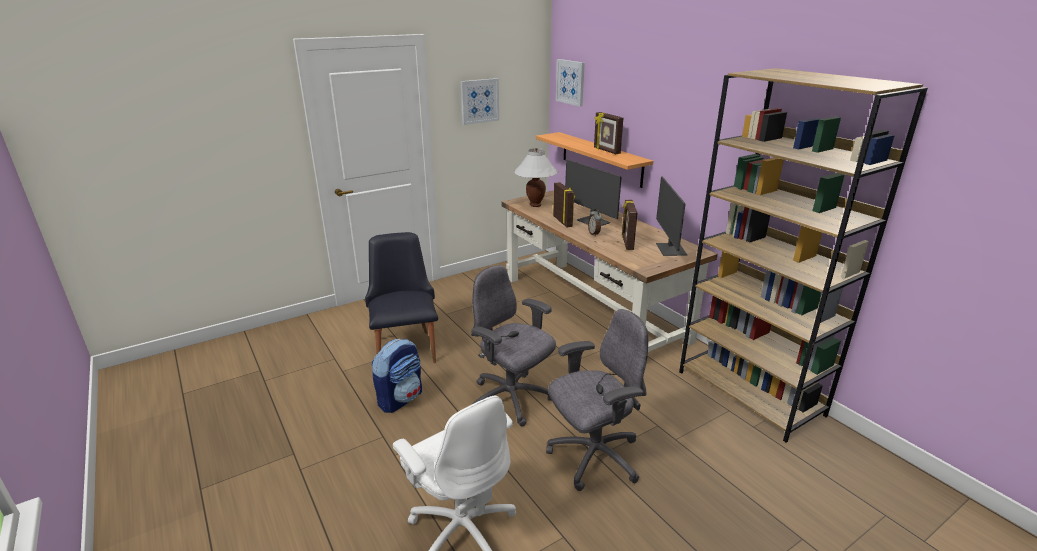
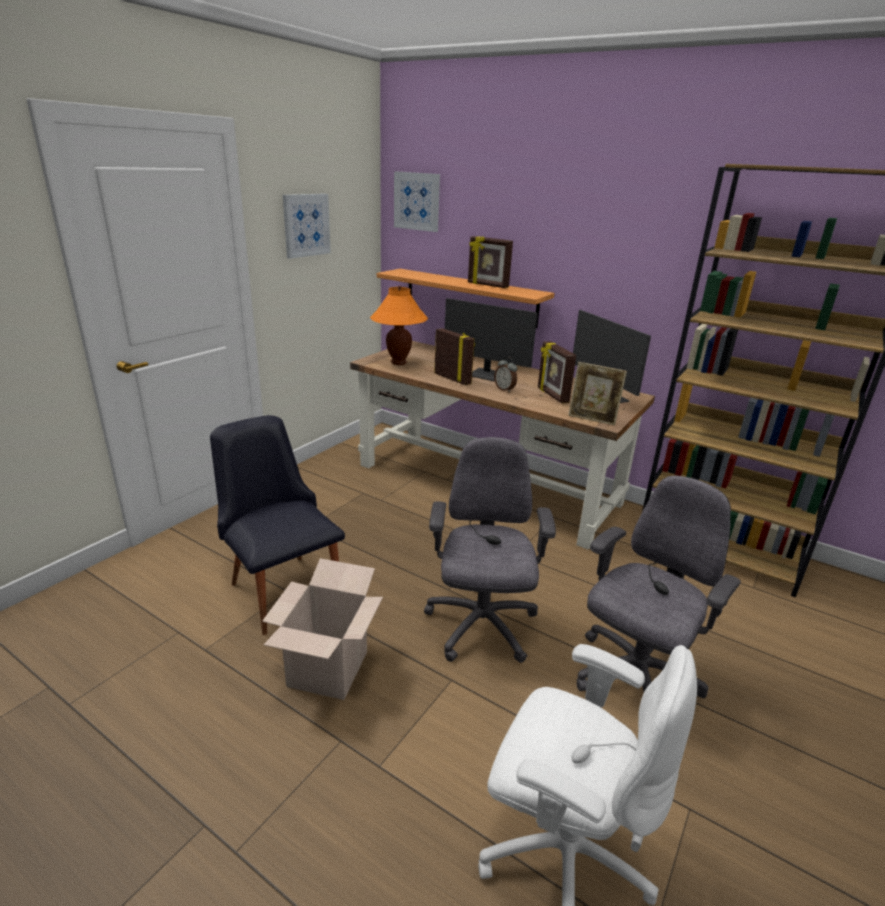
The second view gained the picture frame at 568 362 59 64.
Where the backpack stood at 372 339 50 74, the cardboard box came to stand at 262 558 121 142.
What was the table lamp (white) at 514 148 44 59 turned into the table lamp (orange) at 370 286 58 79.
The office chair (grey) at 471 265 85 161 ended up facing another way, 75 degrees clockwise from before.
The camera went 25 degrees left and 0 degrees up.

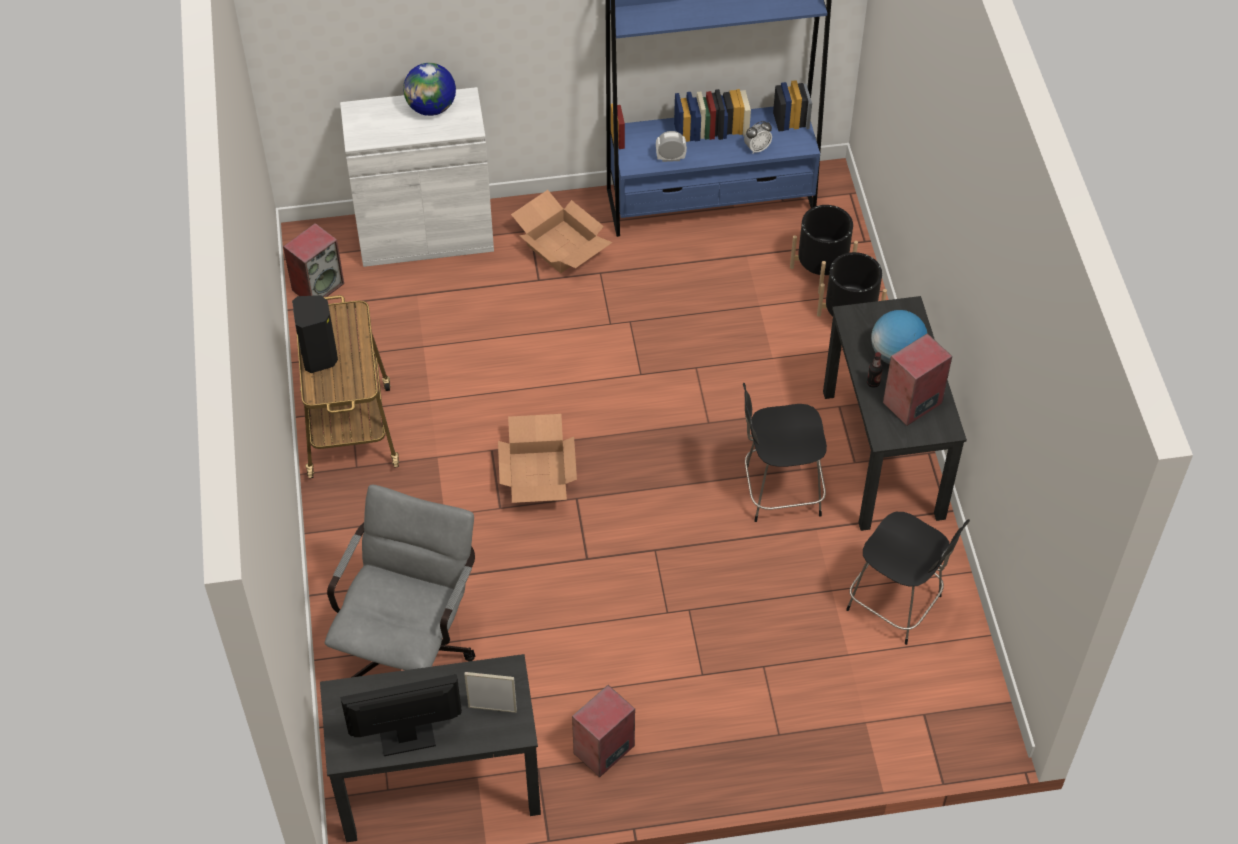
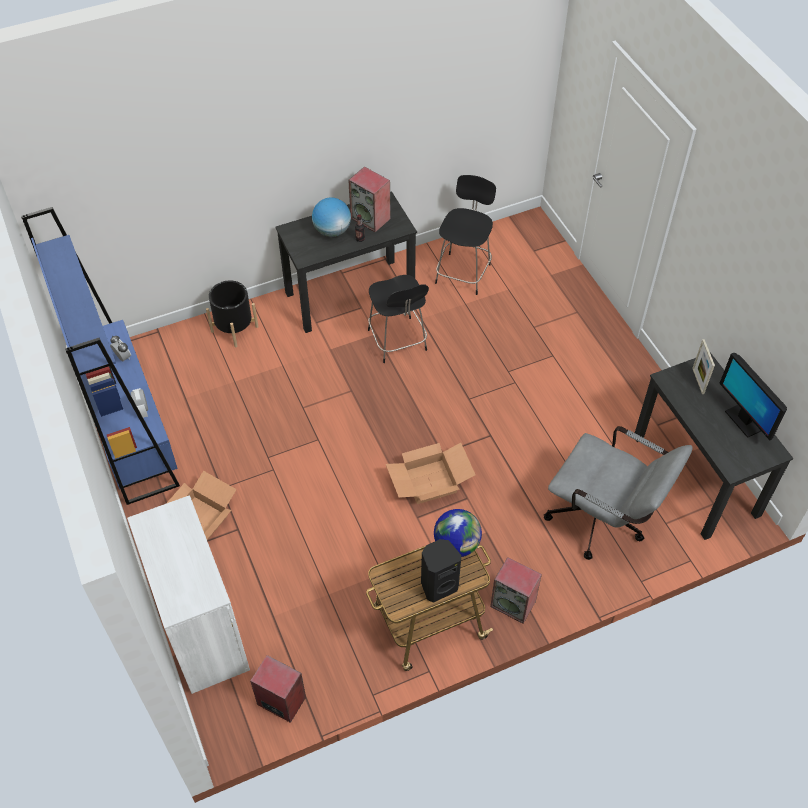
The second view lost the planter (black) at 790 205 68 89.
The globe ended up elsewhere, having gone from 403 63 53 53 to 434 509 48 48.
The speaker ended up elsewhere, having gone from 572 685 63 92 to 490 557 52 67.
The office chair (grey) at 325 485 151 192 ended up facing another way, 150 degrees counterclockwise from before.
The camera went 105 degrees left and 0 degrees up.

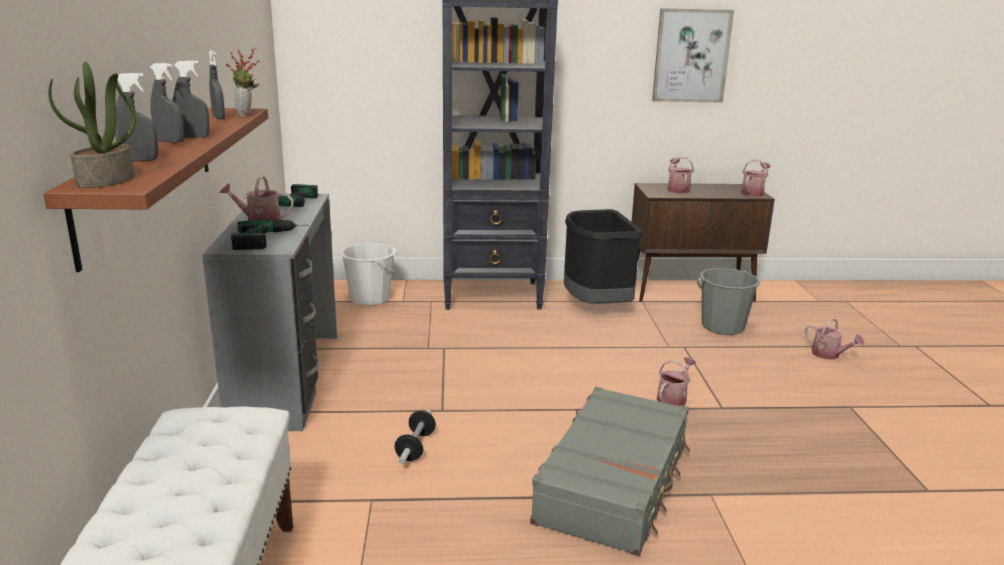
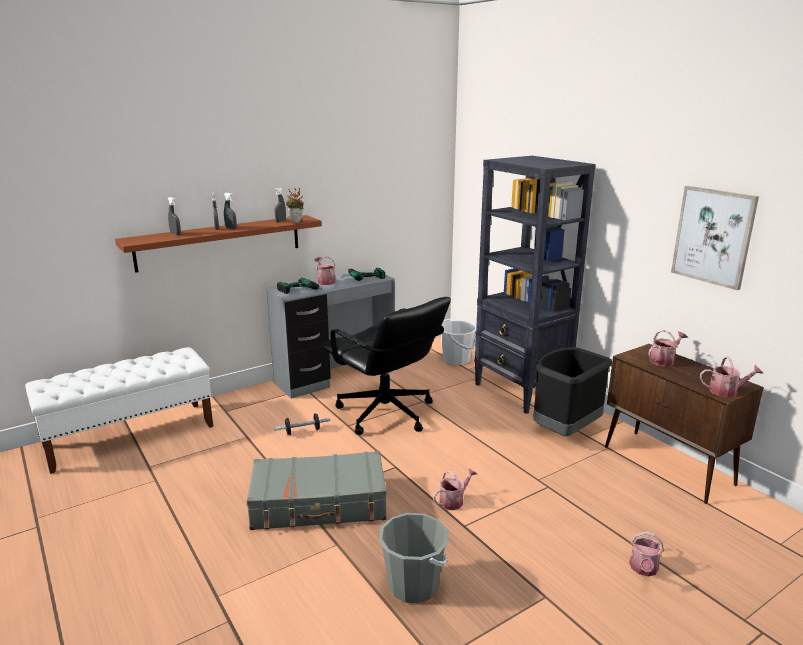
The second view lost the potted plant at 48 62 88 126.
The second view gained the office chair (black) at 321 297 130 138.
The bucket (grey) ended up elsewhere, having gone from 697 268 63 67 to 379 513 69 90.
The watering can at 657 357 39 49 ended up facing another way, 45 degrees counterclockwise from before.
The camera went 60 degrees right and 0 degrees up.

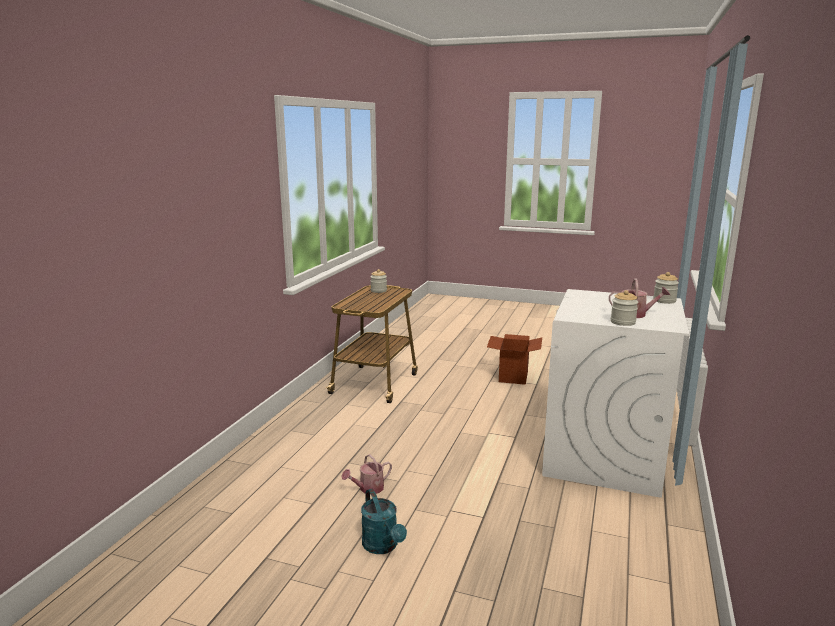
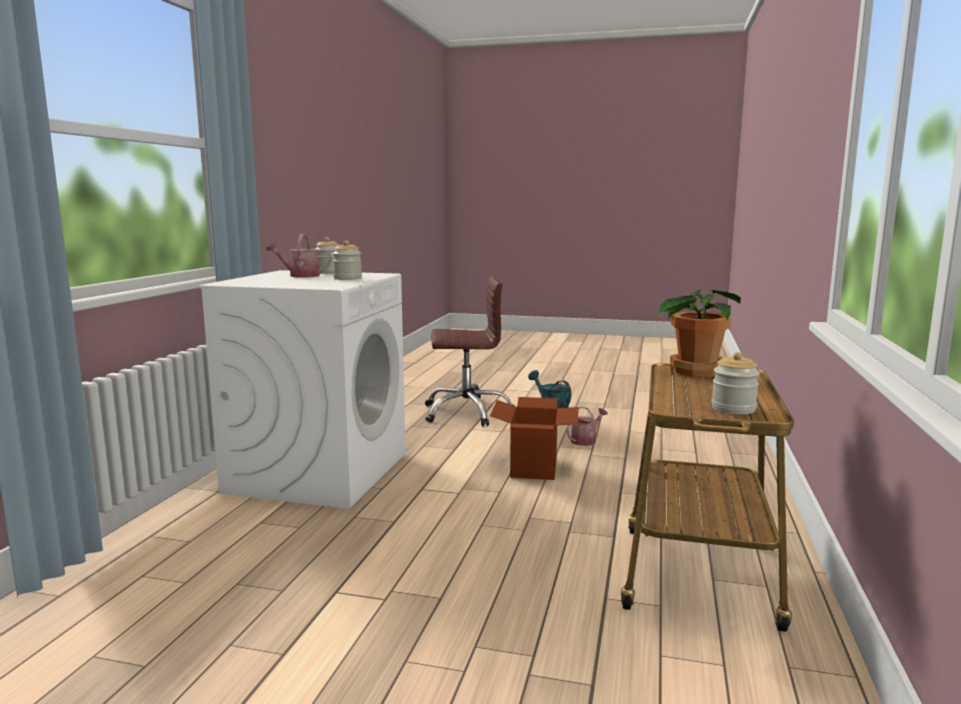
The second view gained the office chair (brown) at 425 275 90 151.
The second view gained the potted plant at 657 289 84 88.
The cardboard box ended up elsewhere, having gone from 487 334 55 51 to 490 397 89 83.
The jar ended up elsewhere, having gone from 653 272 26 32 to 333 240 29 40.
The camera went 175 degrees right and 5 degrees down.

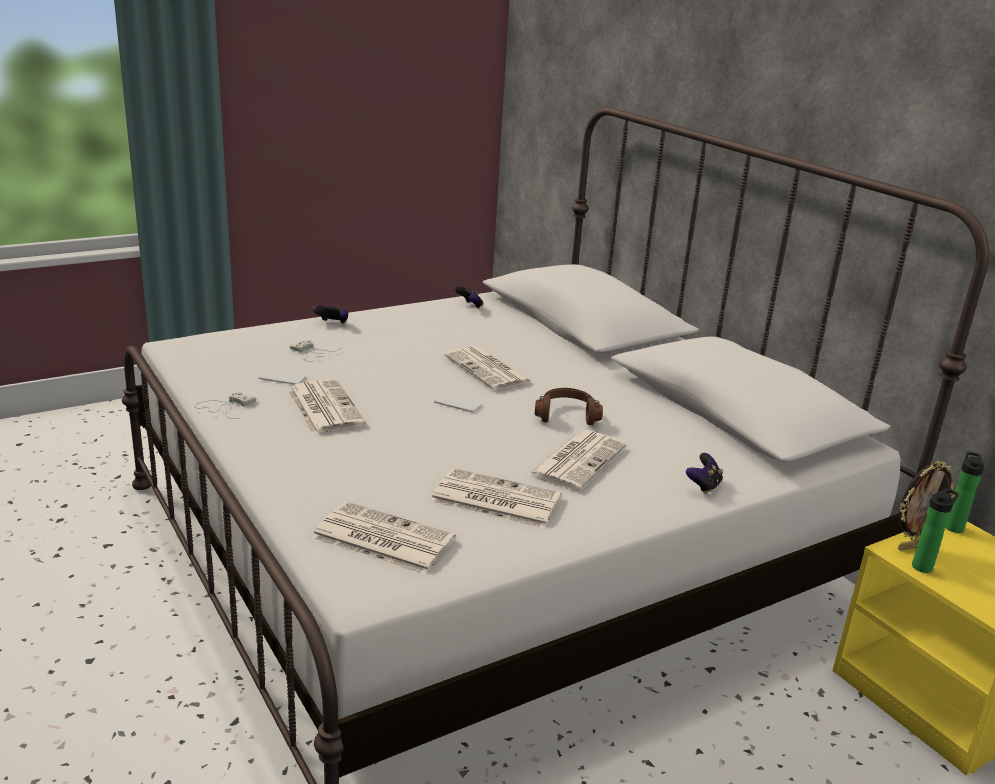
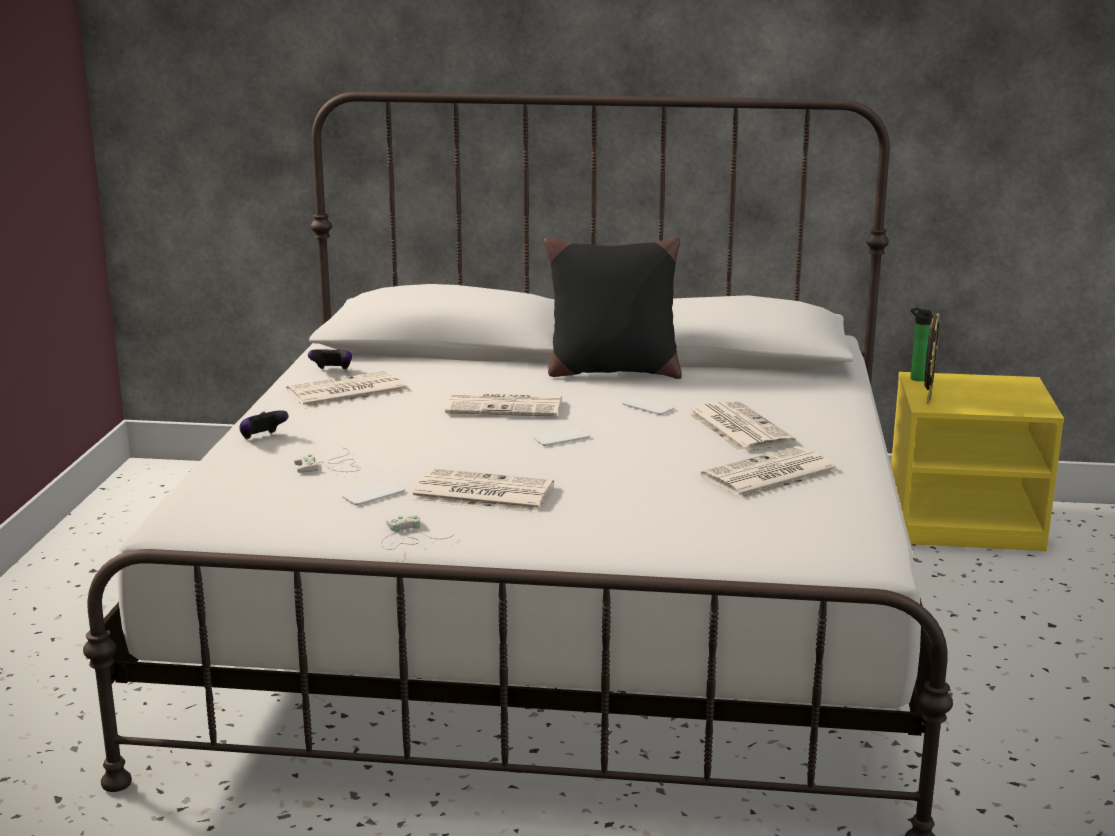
The second view lost the game controller at 686 453 37 41.
The second view lost the bottle at 912 488 47 85.
The second view gained the pillow (black) at 543 237 139 142.
The newspaper ended up elsewhere, having gone from 311 501 145 74 to 286 370 122 38.
Where the headphones (brown) stood at 535 388 68 37, the phone came to stand at 622 397 52 18.
The camera went 50 degrees left and 5 degrees down.

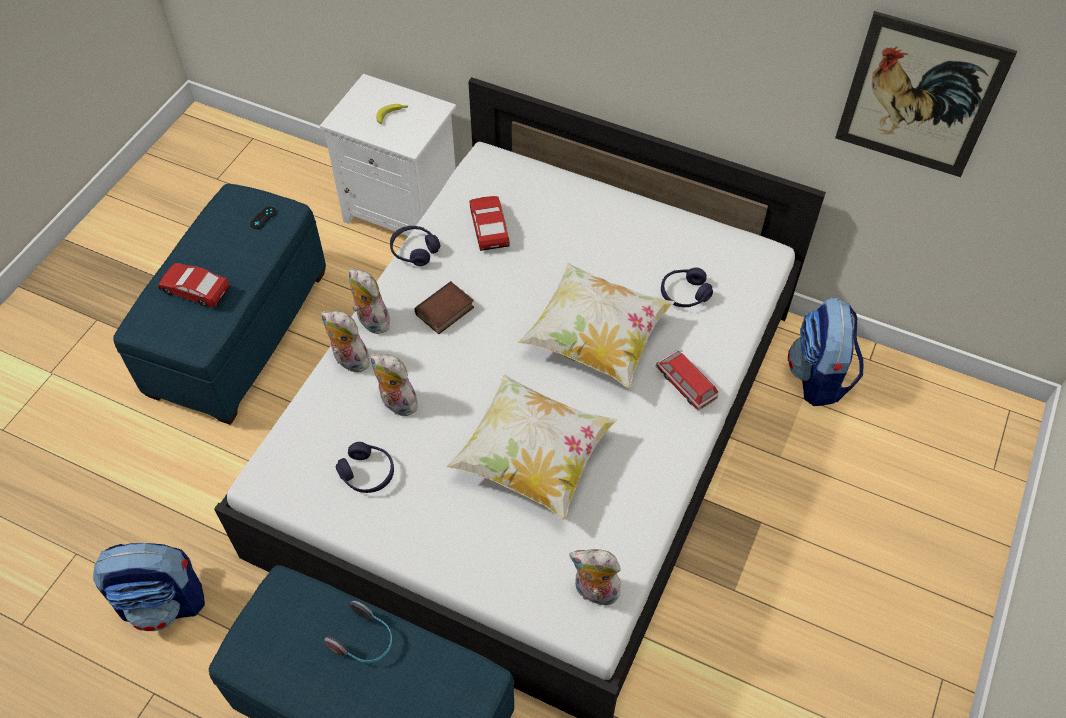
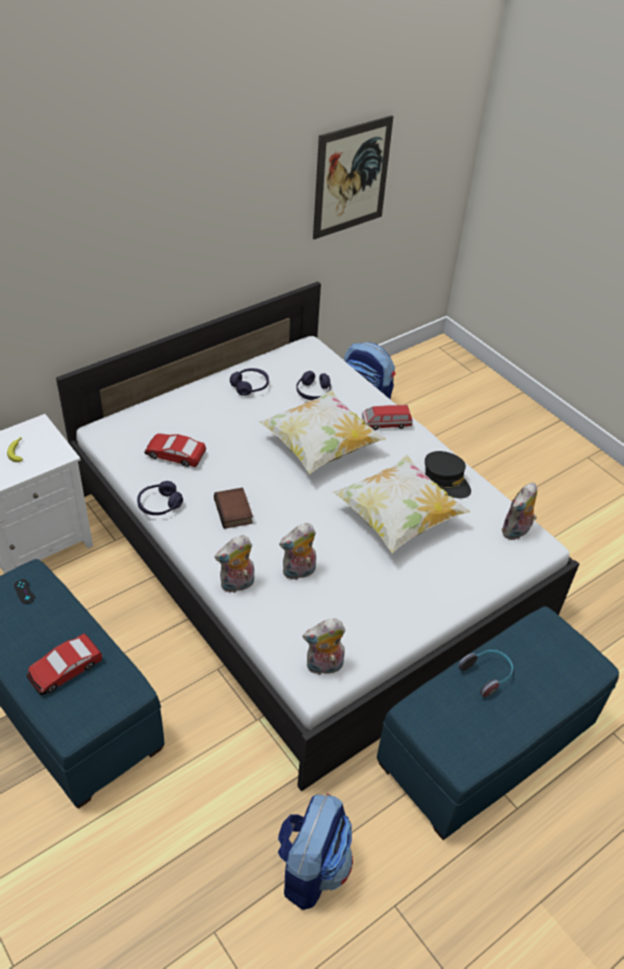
The second view gained the cap (black) at 425 451 46 47.
The headphones (purple) ended up elsewhere, having gone from 336 442 58 51 to 230 368 39 28.
The plush toy ended up elsewhere, having gone from 349 268 41 66 to 303 619 42 56.
The camera went 65 degrees left and 10 degrees down.

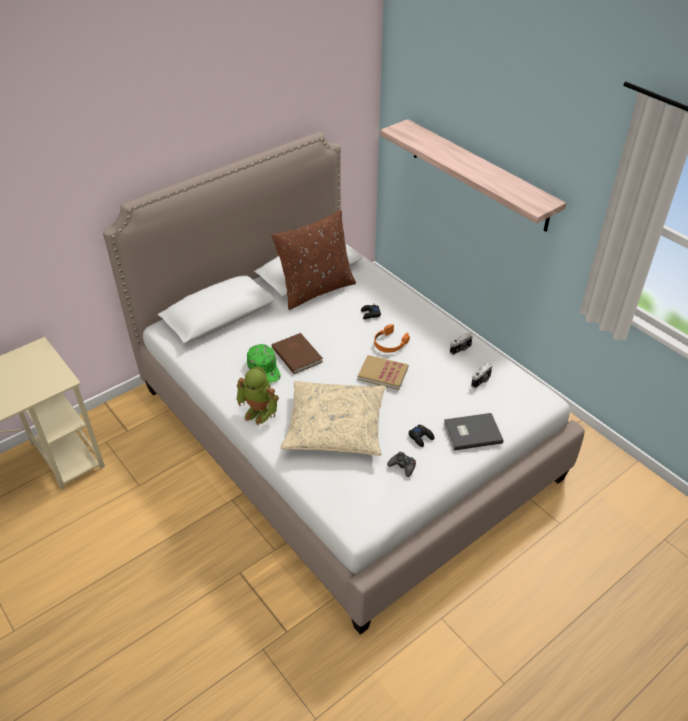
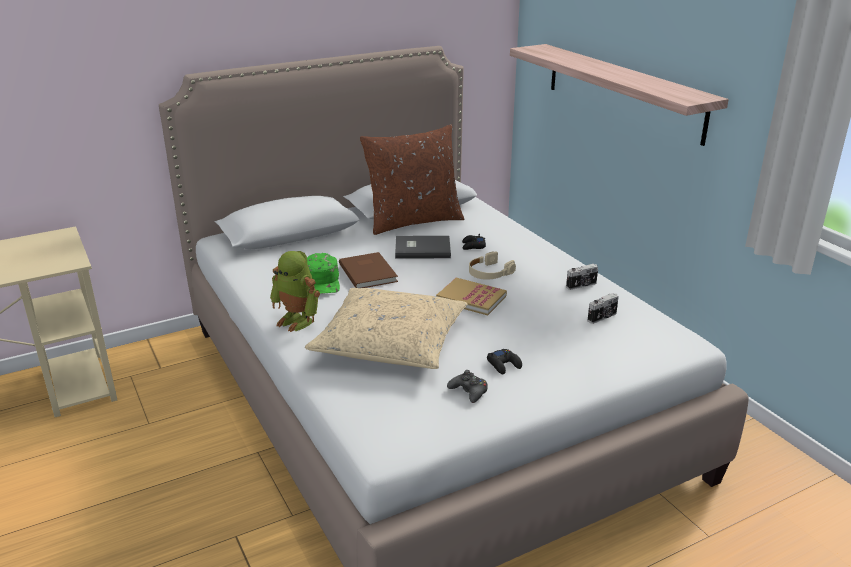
The book (grey) ended up elsewhere, having gone from 444 413 59 38 to 395 236 56 23.
What was the headphones (orange) at 374 324 36 29 turned into the headphones (beige) at 469 251 47 29.
The camera went 10 degrees right and 15 degrees down.

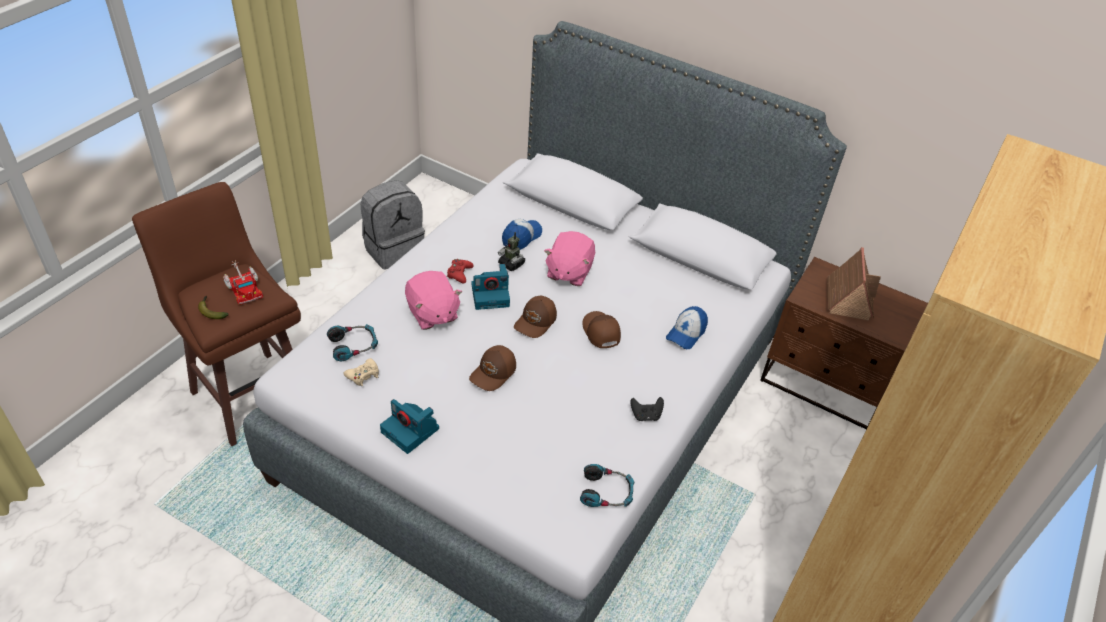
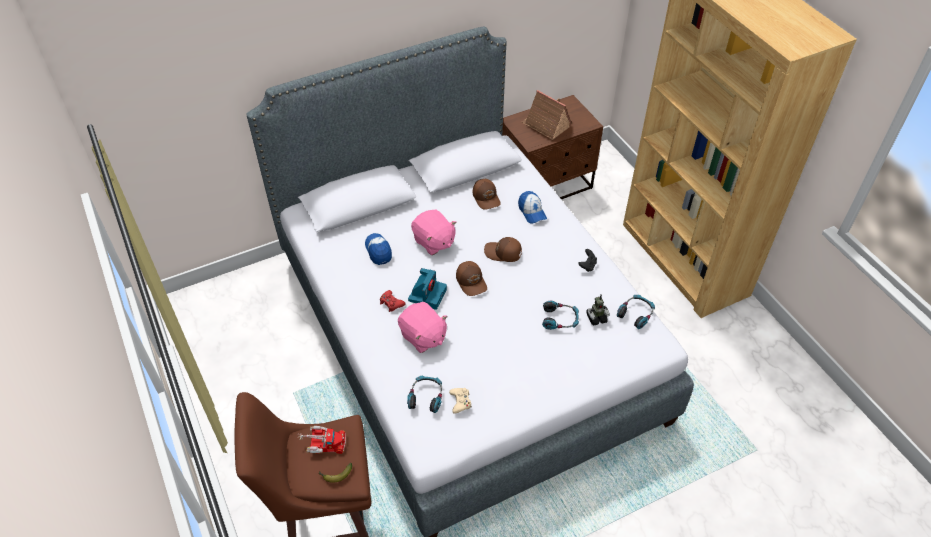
The second view lost the backpack (grey) at 361 180 64 90.
The second view lost the photo camera at 380 399 59 55.
The second view gained the headphones at 542 301 37 29.
The cap (brown) ended up elsewhere, having gone from 469 345 47 46 to 473 179 28 31.
The toy robot ended up elsewhere, having gone from 498 232 27 39 to 586 294 24 31.
The plush toy (pink) at 405 271 57 59 ended up facing another way, 45 degrees clockwise from before.
The camera went 55 degrees left and 5 degrees up.

